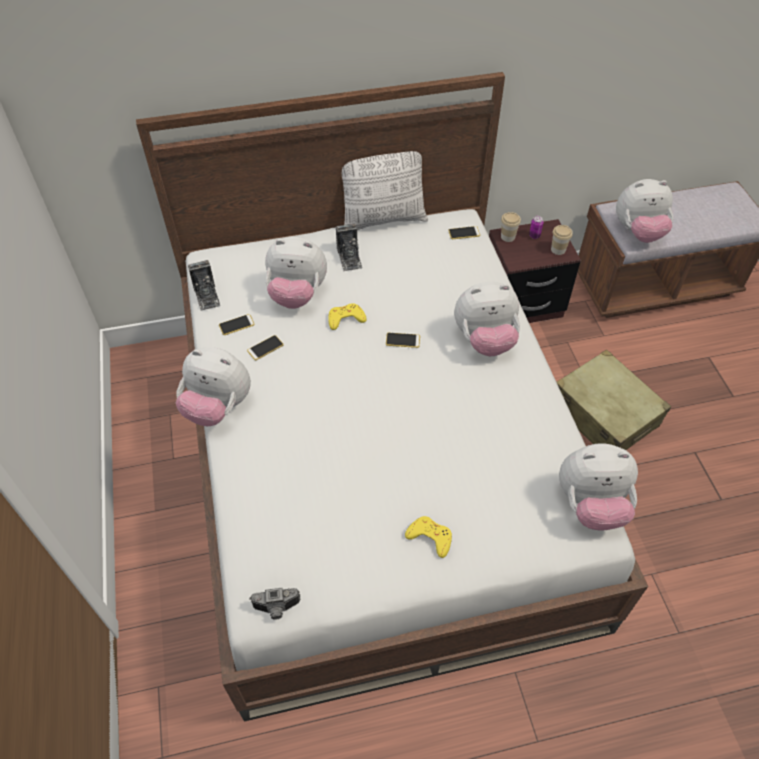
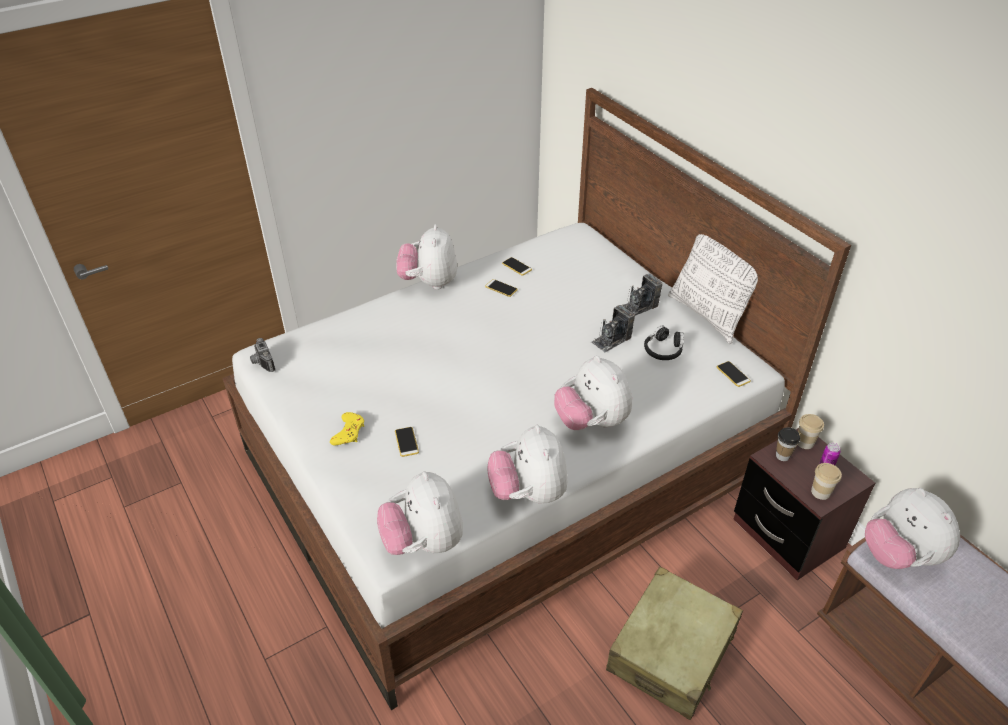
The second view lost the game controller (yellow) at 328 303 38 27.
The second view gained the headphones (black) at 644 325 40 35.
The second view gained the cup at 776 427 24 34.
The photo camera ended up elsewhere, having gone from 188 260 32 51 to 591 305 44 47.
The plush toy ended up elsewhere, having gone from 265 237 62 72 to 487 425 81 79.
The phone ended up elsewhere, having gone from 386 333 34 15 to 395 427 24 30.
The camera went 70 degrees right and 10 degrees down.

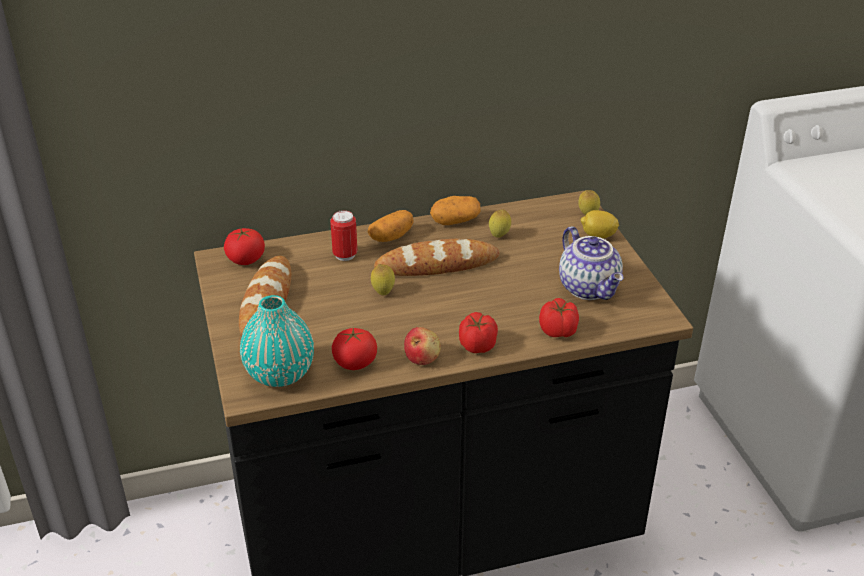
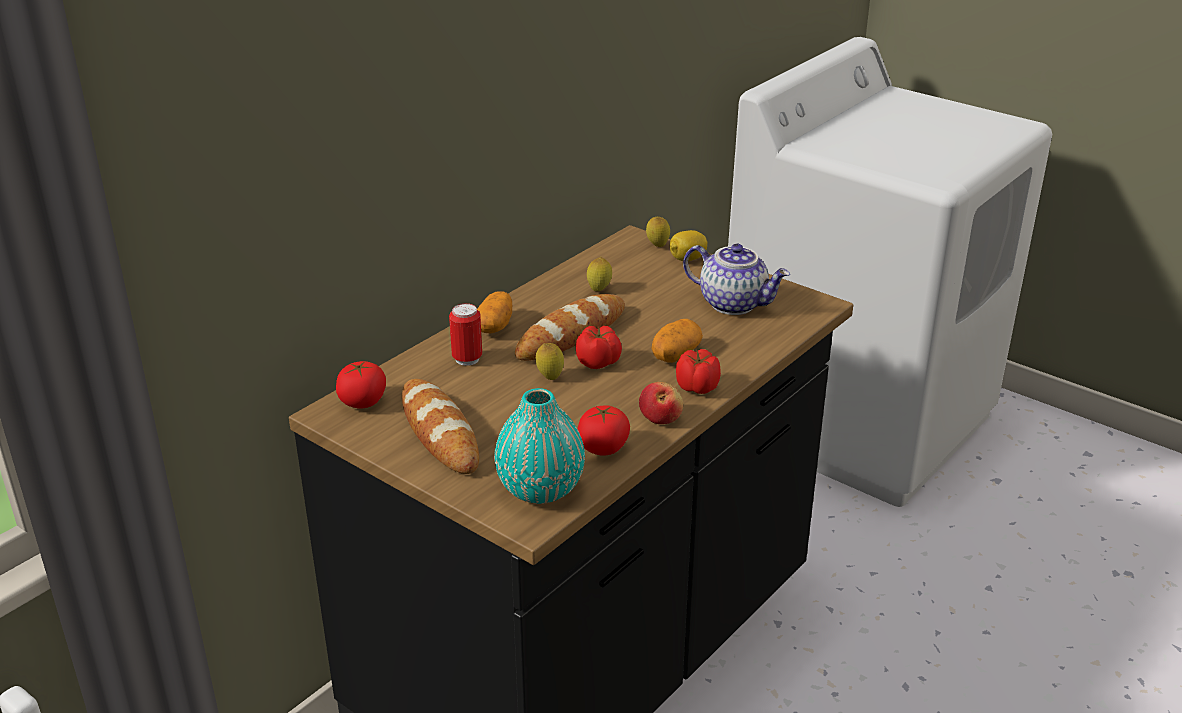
The potato ended up elsewhere, having gone from 430 196 51 29 to 652 319 51 44.
The tomato ended up elsewhere, having gone from 539 298 40 39 to 576 326 46 43.
The camera went 35 degrees left and 5 degrees down.

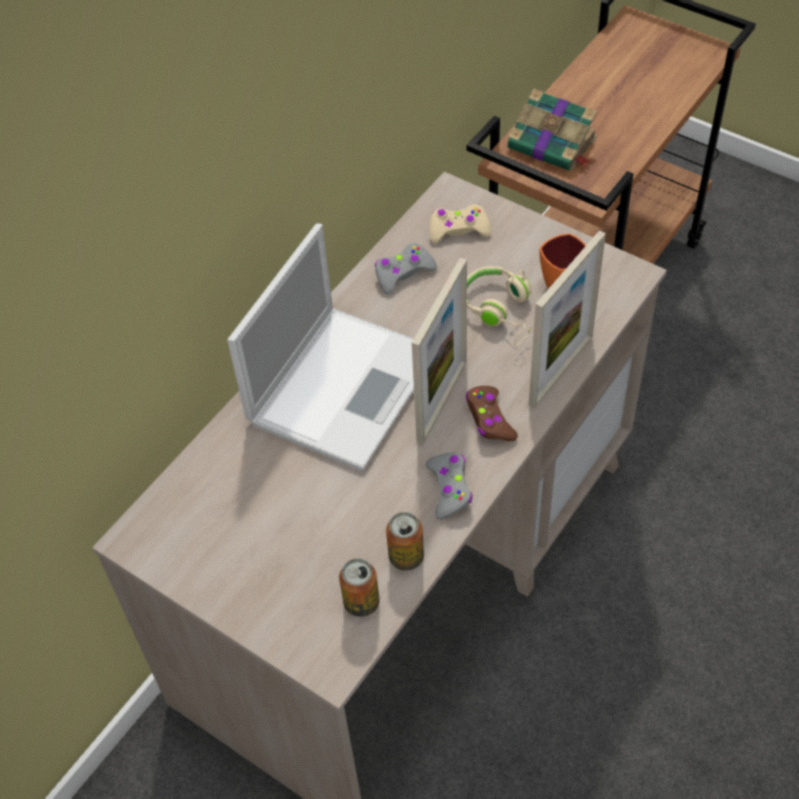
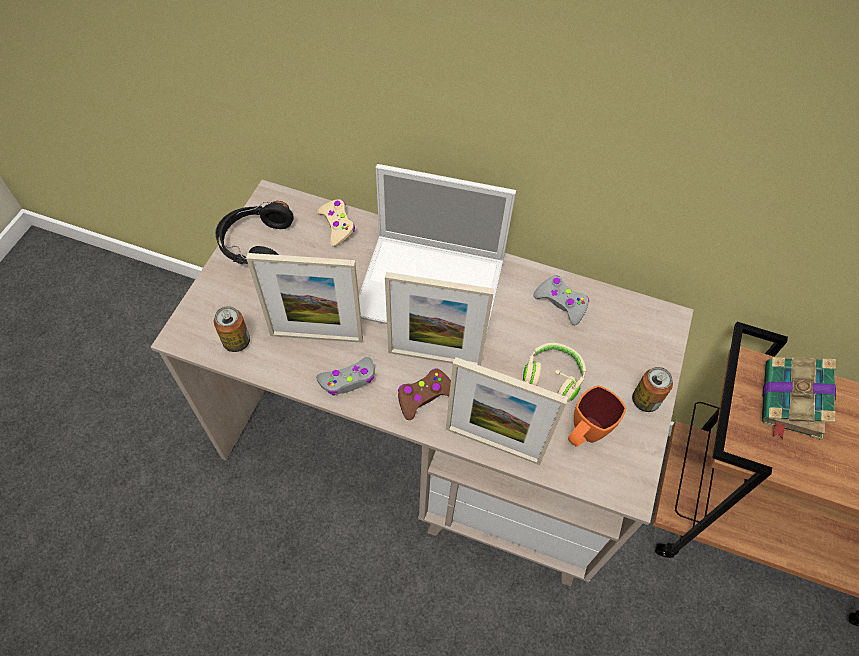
The second view gained the headphones (black) at 215 201 79 63.
The second view gained the picture frame at 246 253 117 90.
The can ended up elsewhere, having gone from 386 512 38 59 to 632 367 41 45.
The game controller (beige) ended up elsewhere, having gone from 430 204 61 39 to 317 199 38 48.
The camera went 70 degrees right and 5 degrees up.

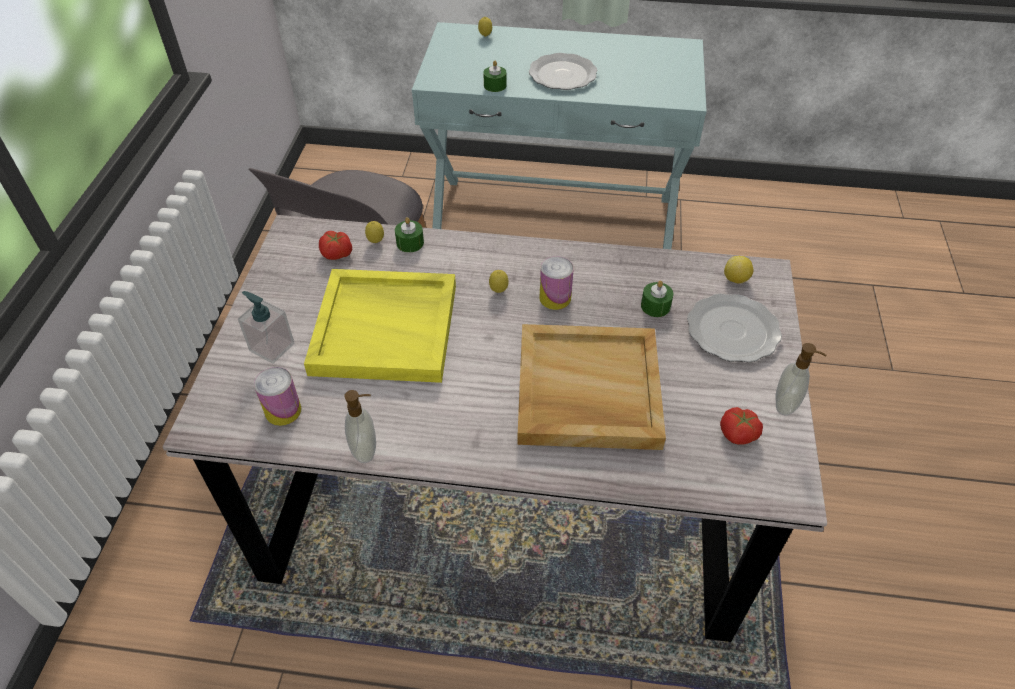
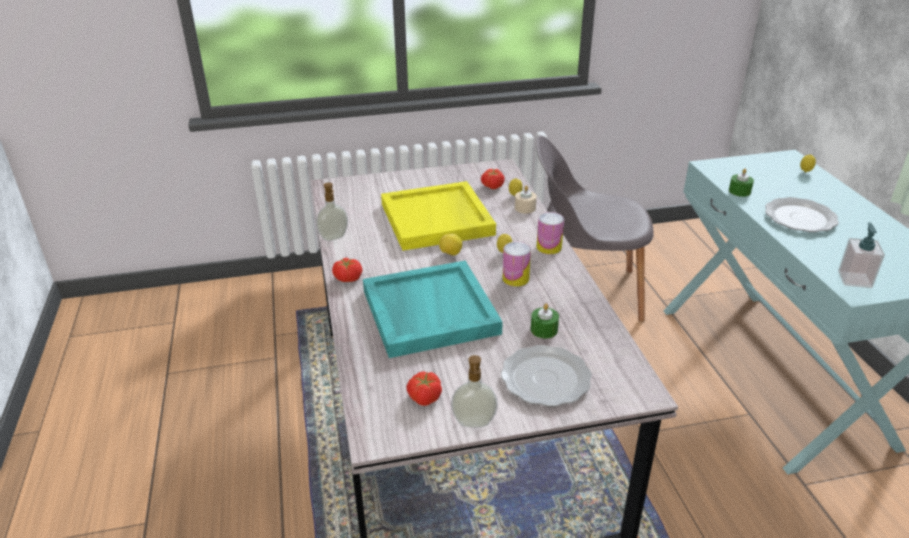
The second view gained the tomato at 332 258 31 24.
The soap dispenser ended up elsewhere, having gone from 238 291 56 73 to 838 222 47 66.
The can ended up elsewhere, having gone from 254 367 47 59 to 537 212 27 42.
The lemon ended up elsewhere, having gone from 724 256 30 28 to 439 233 23 23.
What was the candle (green) at 395 217 29 35 turned into the candle (beige) at 515 185 22 29.
What was the tray (beige) at 517 324 149 126 turned into the tray (turquoise) at 363 260 140 98.
The camera went 70 degrees right and 15 degrees down.

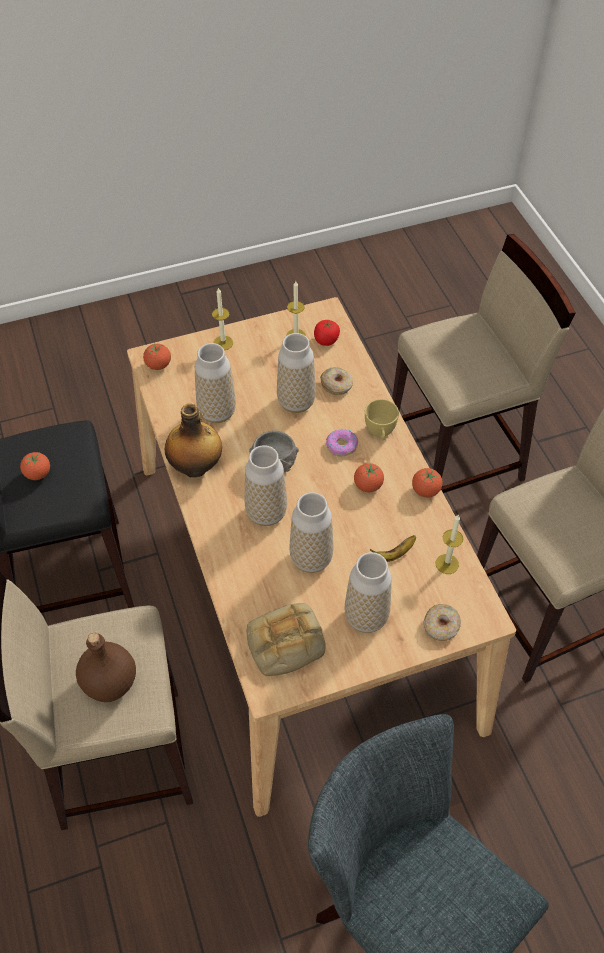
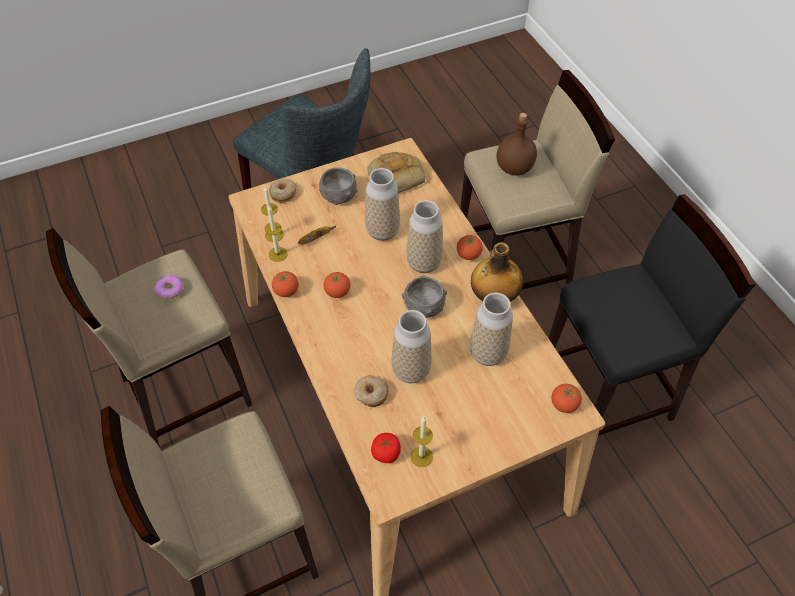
The second view lost the cup (yellow) at 365 399 34 41.
The tomato ended up elsewhere, having gone from 20 452 30 28 to 457 235 26 25.
The candle ended up elsewhere, having gone from 212 288 21 62 to 265 206 23 56.
The donut ended up elsewhere, having gone from 326 429 32 28 to 154 275 29 25.
Where the vase stood at 345 552 46 81, the bowl (grey) came to stand at 319 168 38 37.
The camera went 175 degrees right and 0 degrees up.

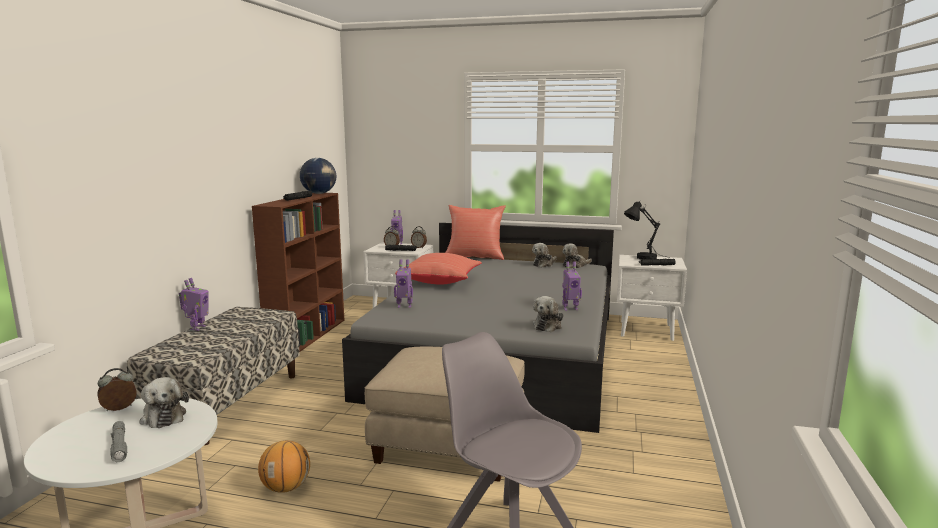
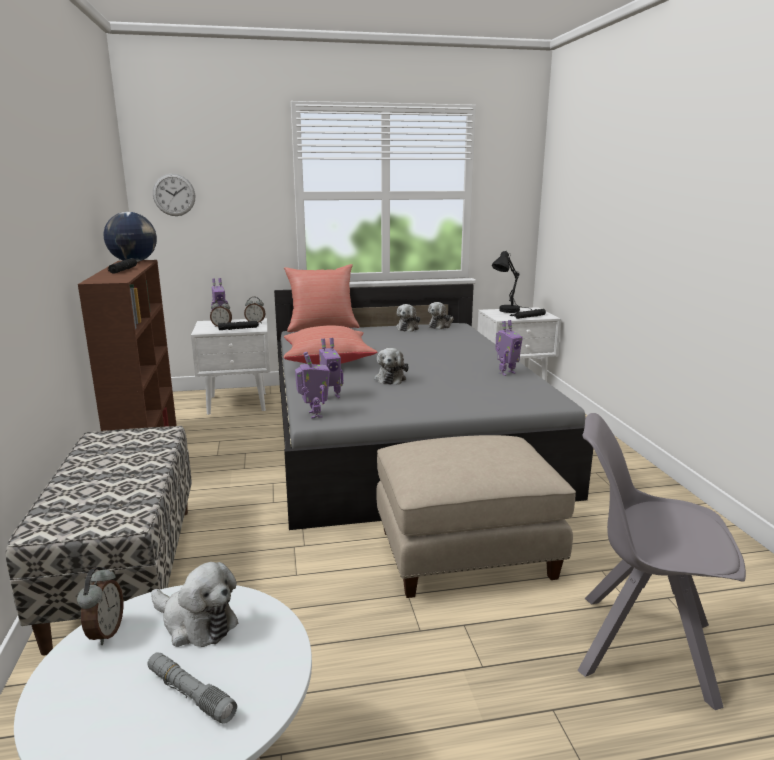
The second view lost the basketball at 258 440 52 53.
The second view gained the wall clock at 153 174 42 42.
The toy robot ended up elsewhere, having gone from 179 278 30 53 to 295 352 35 67.
The plush toy ended up elsewhere, having gone from 533 296 30 36 to 374 348 35 37.
The alarm clock at 97 368 40 43 ended up facing another way, 150 degrees clockwise from before.
The camera went 25 degrees left and 5 degrees up.

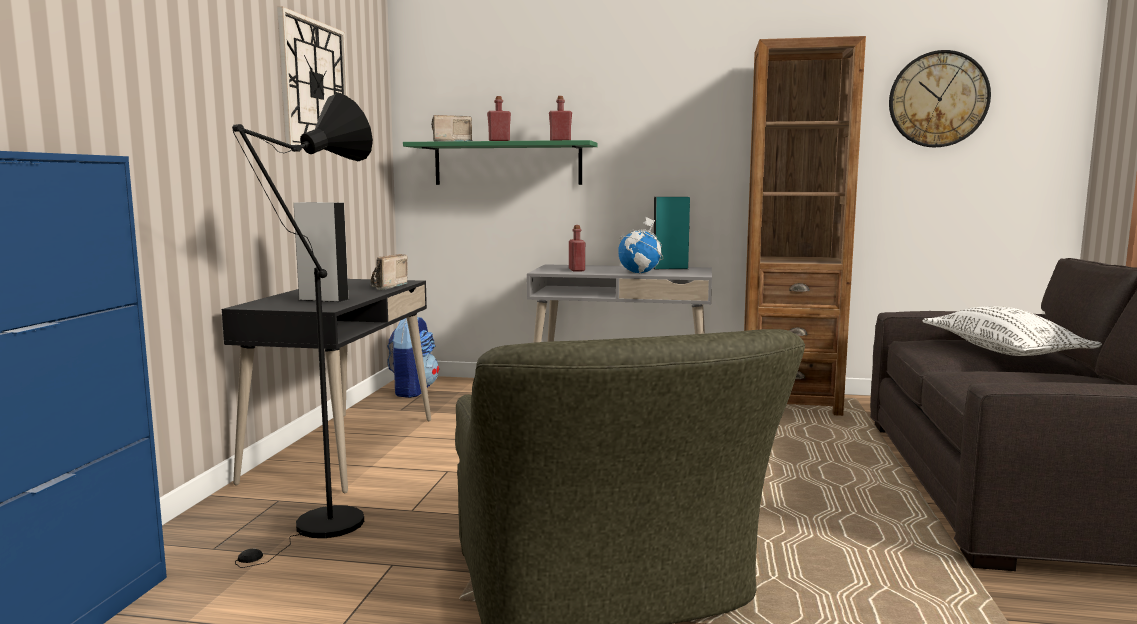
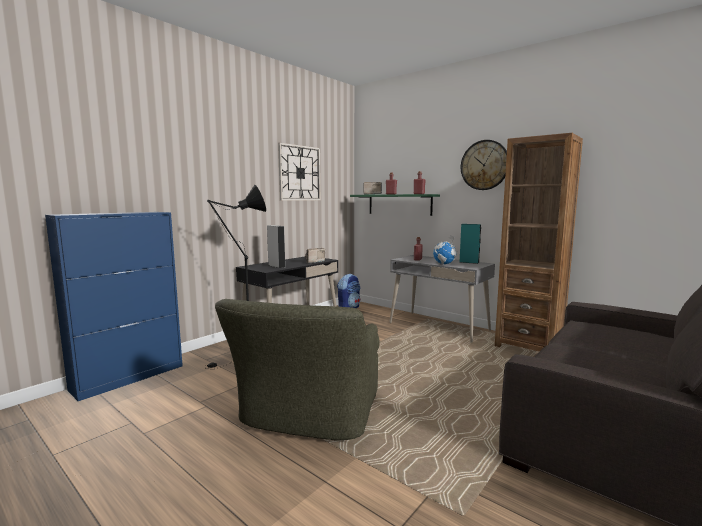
The second view lost the pillow (white) at 923 306 179 50.
The wall clock ended up elsewhere, having gone from 889 50 102 97 to 461 140 46 50.
The camera went 30 degrees right and 0 degrees up.

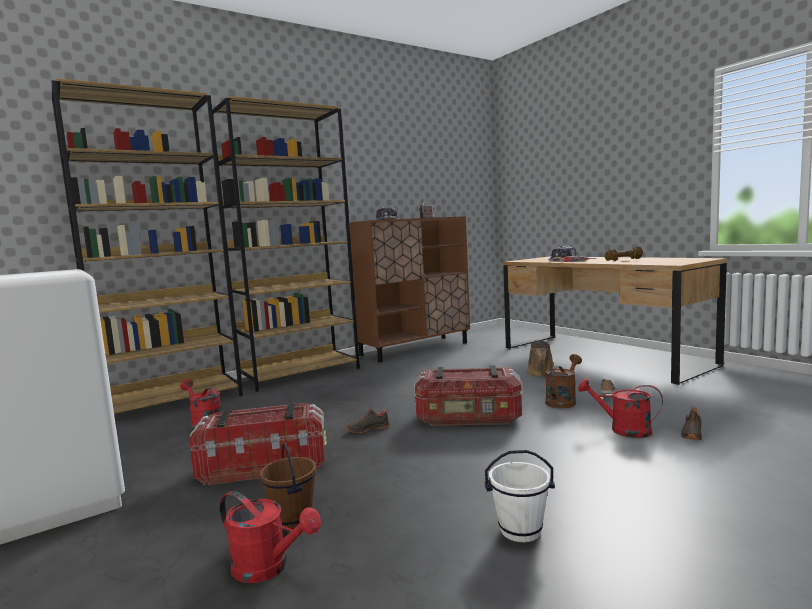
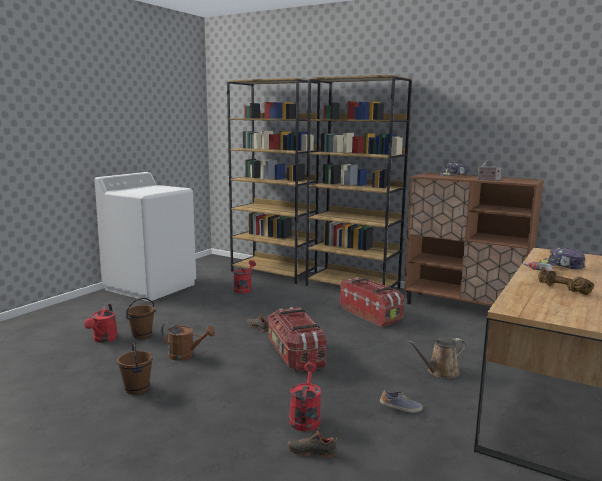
The storage box ended up elsewhere, having gone from 189 403 138 82 to 340 277 64 50.
The watering can (brown) ended up elsewhere, having gone from 545 354 37 54 to 161 321 54 40.
What was the bucket (white) at 485 450 70 92 turned into the bucket (brown) at 117 342 36 52.
The camera went 65 degrees right and 5 degrees up.

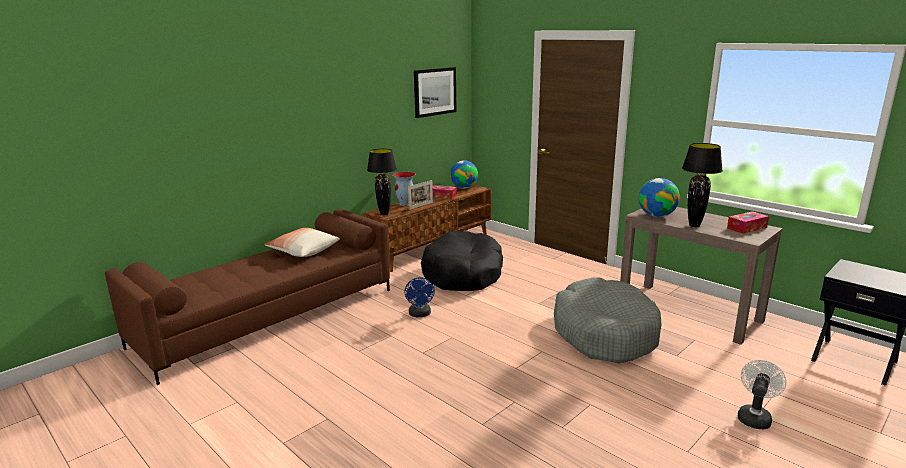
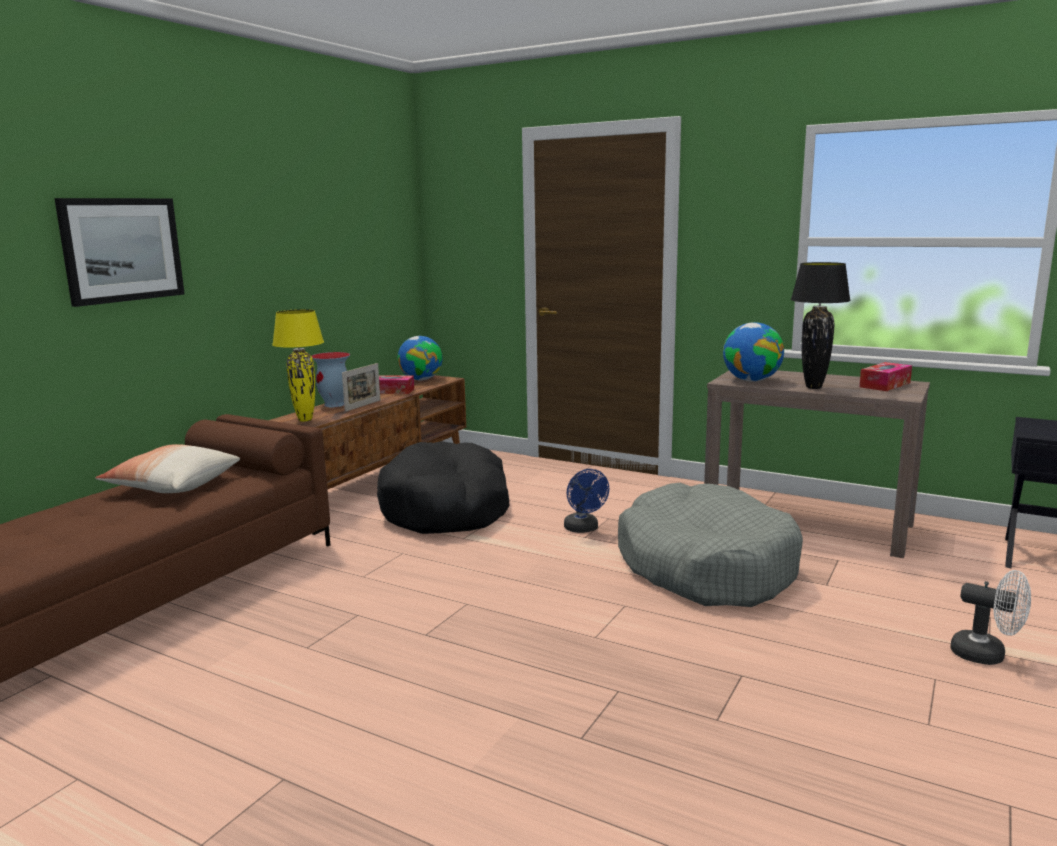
The fan (blue) ended up elsewhere, having gone from 404 277 31 40 to 564 469 45 64.
The picture ended up elsewhere, having gone from 414 67 42 51 to 54 198 131 109.
What was the table lamp (black) at 367 149 30 66 turned into the table lamp (yellow) at 272 309 52 113.
The fan (white) at 738 360 48 69 ended up facing another way, 105 degrees clockwise from before.
The camera went 15 degrees left and 5 degrees down.

